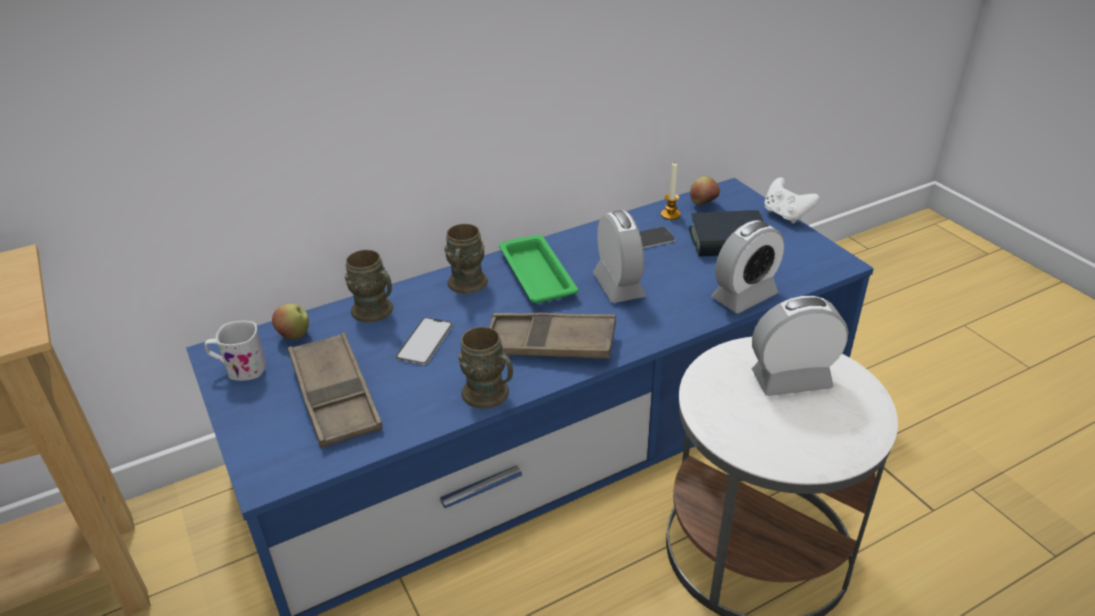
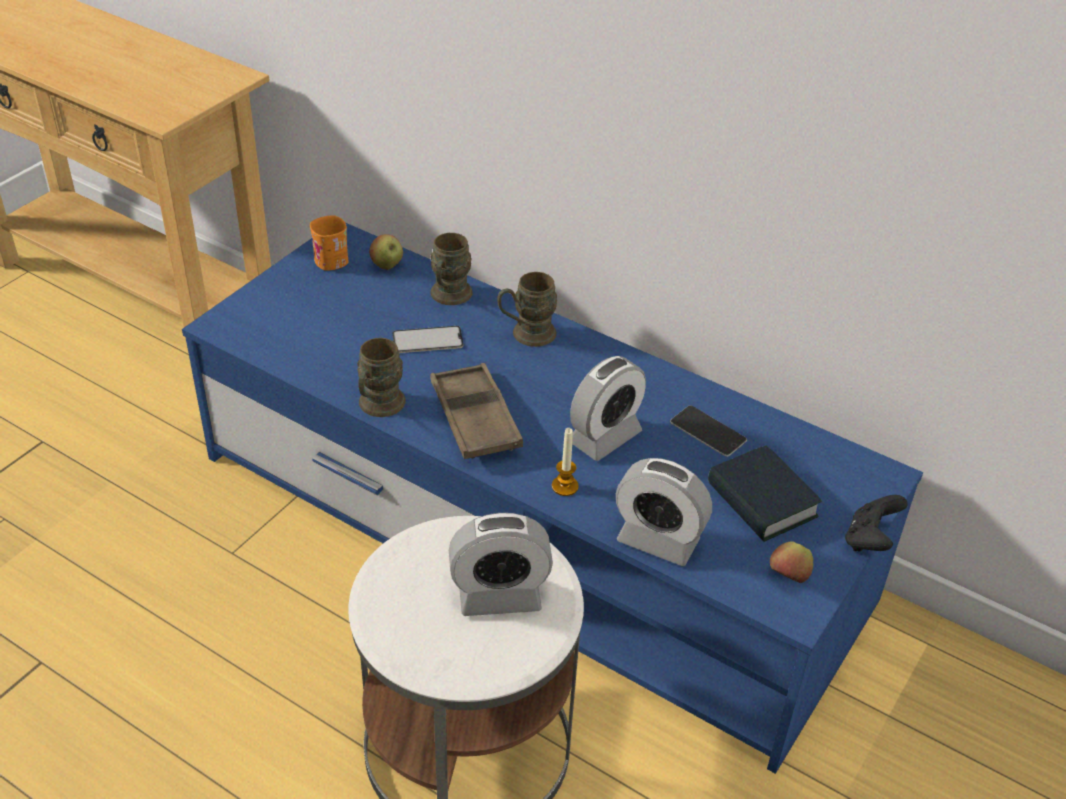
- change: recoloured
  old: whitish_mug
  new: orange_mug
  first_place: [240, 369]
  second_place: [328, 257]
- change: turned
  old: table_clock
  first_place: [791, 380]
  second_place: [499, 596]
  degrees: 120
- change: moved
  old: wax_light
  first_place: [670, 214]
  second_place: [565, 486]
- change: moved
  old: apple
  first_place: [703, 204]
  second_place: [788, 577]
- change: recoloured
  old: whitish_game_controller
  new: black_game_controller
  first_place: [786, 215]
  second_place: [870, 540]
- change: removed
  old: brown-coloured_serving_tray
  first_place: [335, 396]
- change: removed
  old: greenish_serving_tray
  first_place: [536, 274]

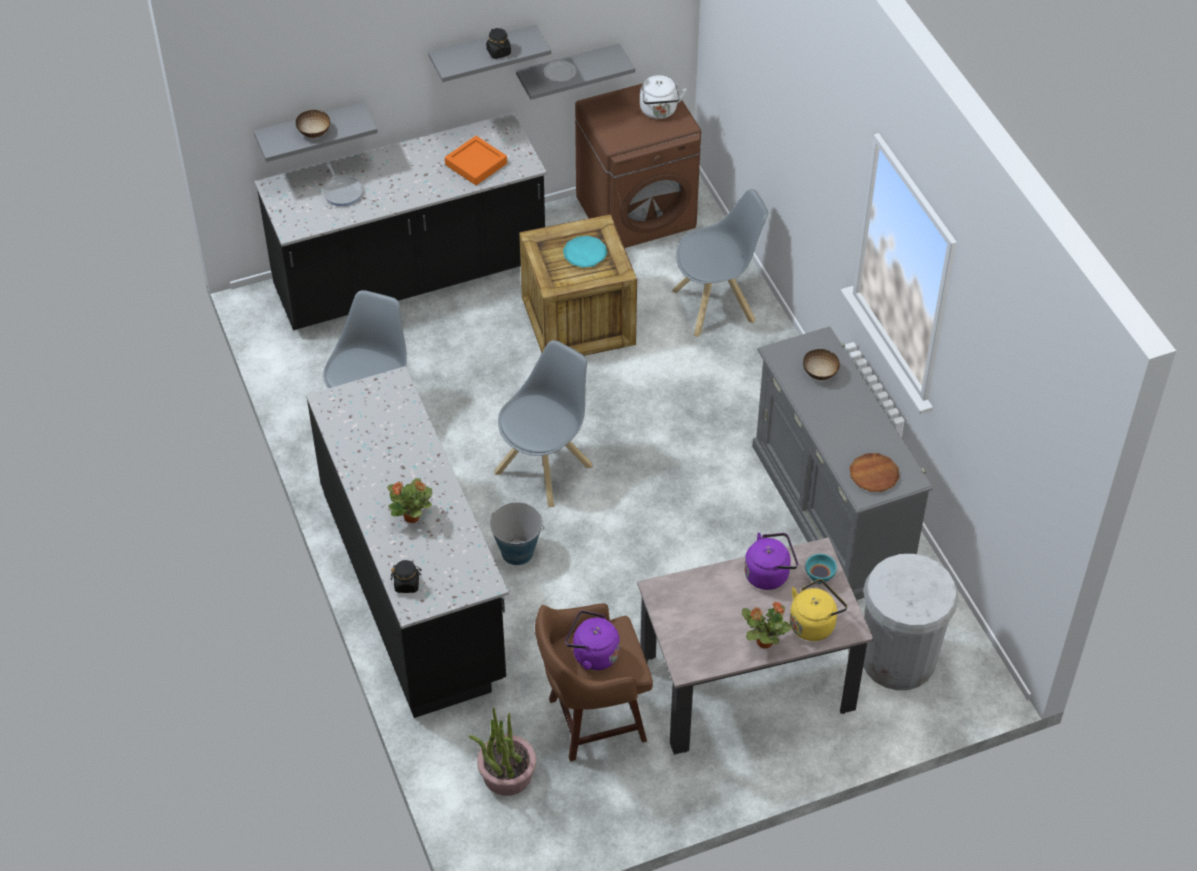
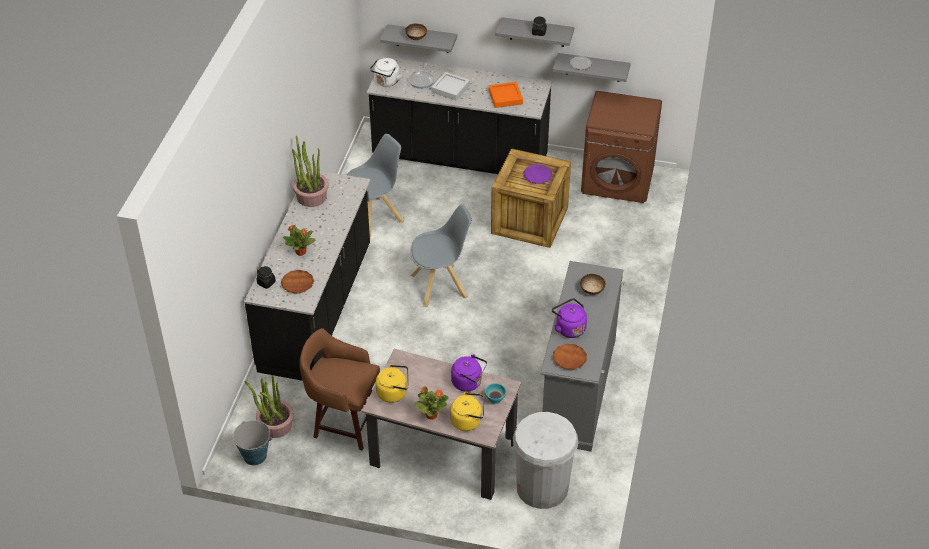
- change: moved
  old: bucket
  first_place: [517, 552]
  second_place: [255, 456]
- change: added
  new: brown-coloured_plate
  second_place: [297, 283]
- change: added
  new: houseplant
  second_place: [311, 196]
- change: moved
  old: whitish_tea_kettle
  first_place: [659, 111]
  second_place: [386, 82]
- change: added
  new: yellow_tea_kettle
  second_place: [394, 393]
- change: added
  new: gray_serving_tray
  second_place: [450, 88]
- change: recoloured
  old: turquoise-coloured_plate
  new: purple_plate
  first_place: [585, 254]
  second_place: [537, 176]
- change: moved
  old: purple_tea_kettle
  first_place: [592, 654]
  second_place: [569, 328]
- change: removed
  old: gray_plain_chair
  first_place: [716, 305]

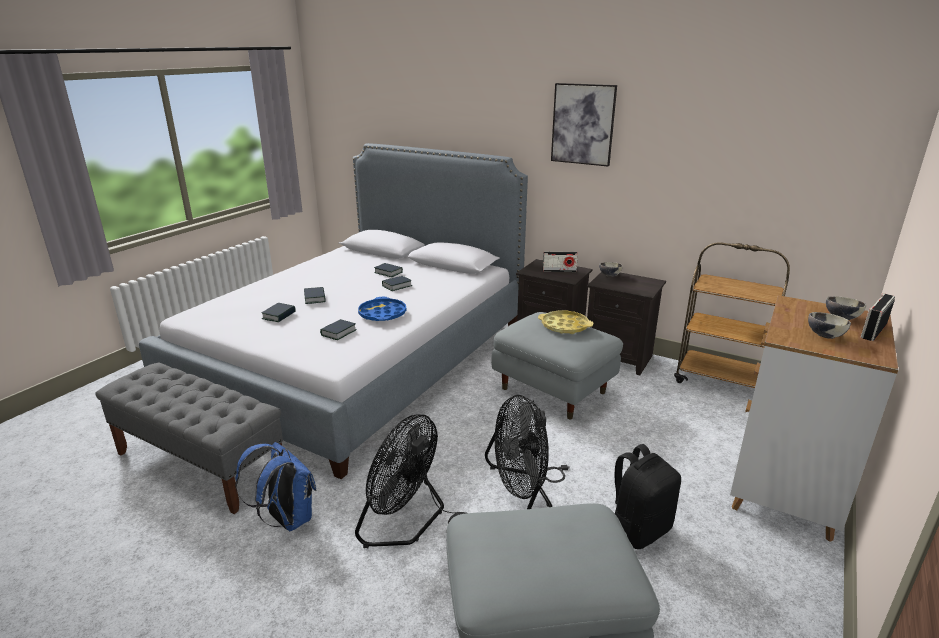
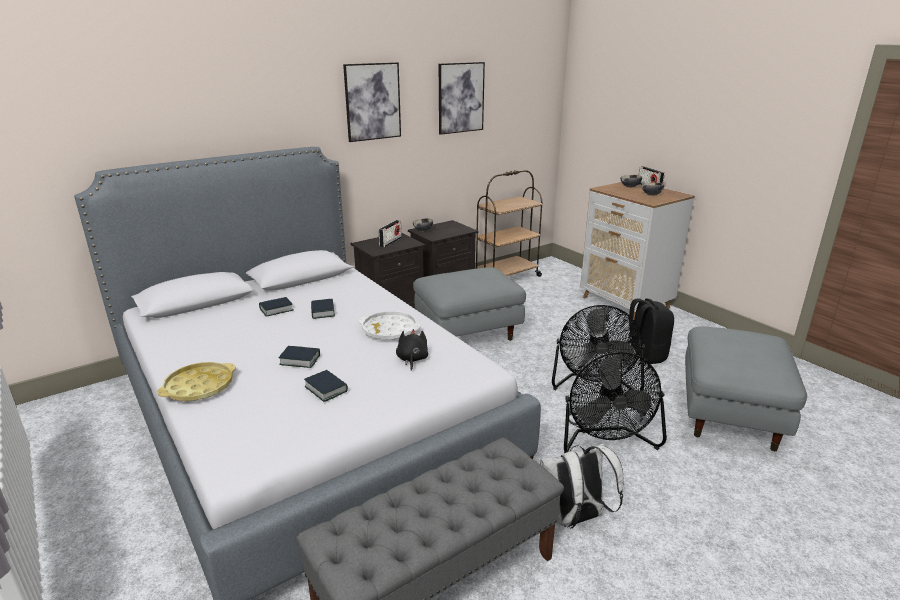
- change: moved
  old: yellow_serving_tray
  first_place: [564, 326]
  second_place: [199, 387]
- change: recoloured
  old: bluish_serving_tray
  new: whitish_serving_tray
  first_place: [382, 314]
  second_place: [389, 330]
- change: replaced
  old: bound_book
  new: black_soft_toy
  first_place: [338, 333]
  second_place: [412, 359]
- change: added
  new: wall_picture
  second_place: [460, 98]
- change: recoloured
  old: bluish_rucksack
  new: whitish_rucksack
  first_place: [286, 519]
  second_place: [575, 518]
- change: turned
  old: black_cooling_fan
  first_place: [417, 518]
  second_place: [601, 439]
  degrees: -60

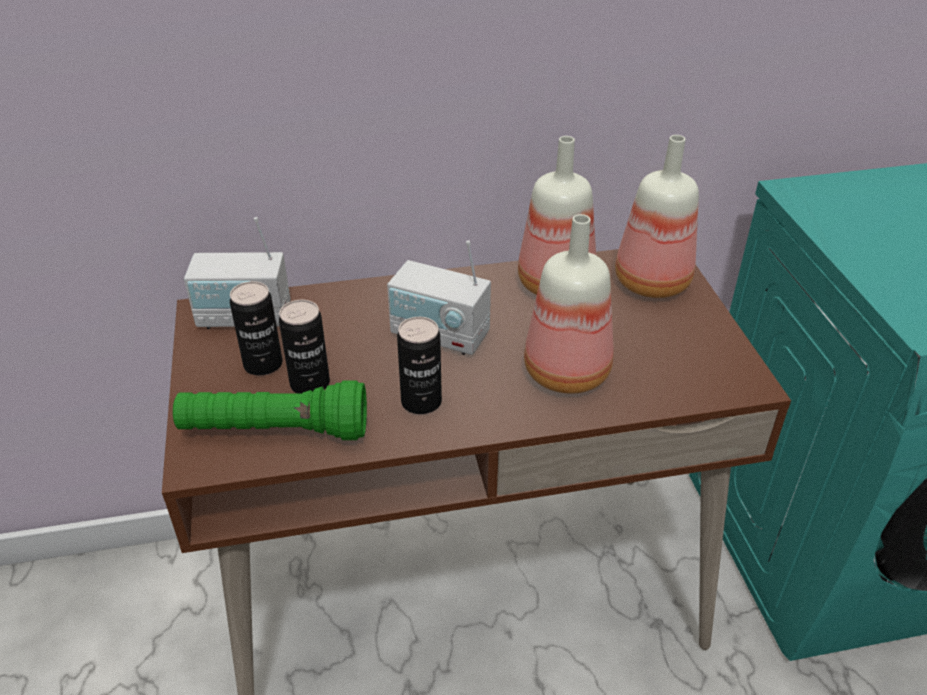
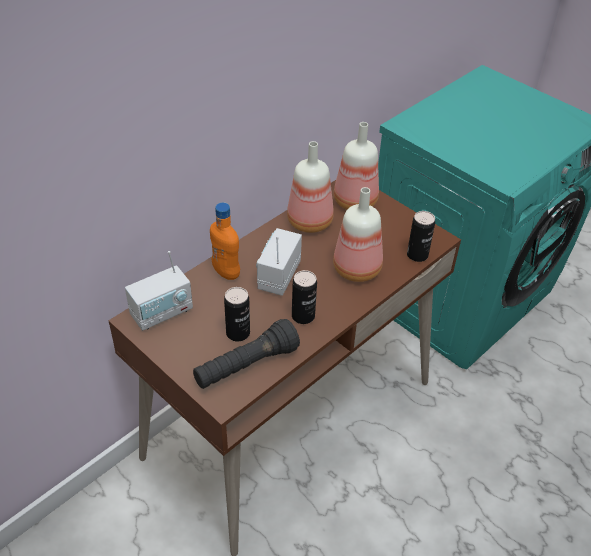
- change: recoloured
  old: greenish_hand_torch
  new: black_hand_torch
  first_place: [275, 431]
  second_place: [246, 366]
- change: added
  new: orange_drink_bottle
  second_place: [226, 272]
- change: turned
  old: radio
  first_place: [440, 335]
  second_place: [278, 276]
  degrees: 120
- change: moved
  old: can
  first_place: [263, 364]
  second_place: [417, 255]

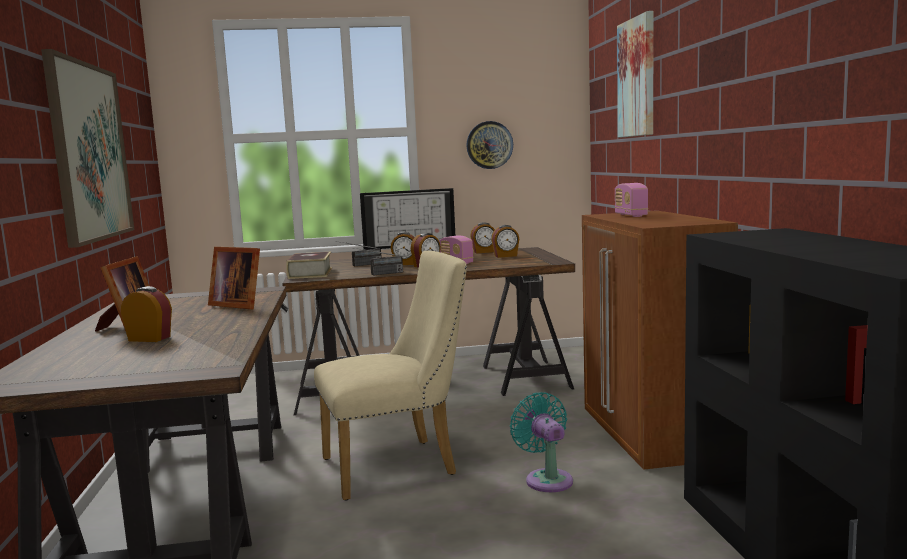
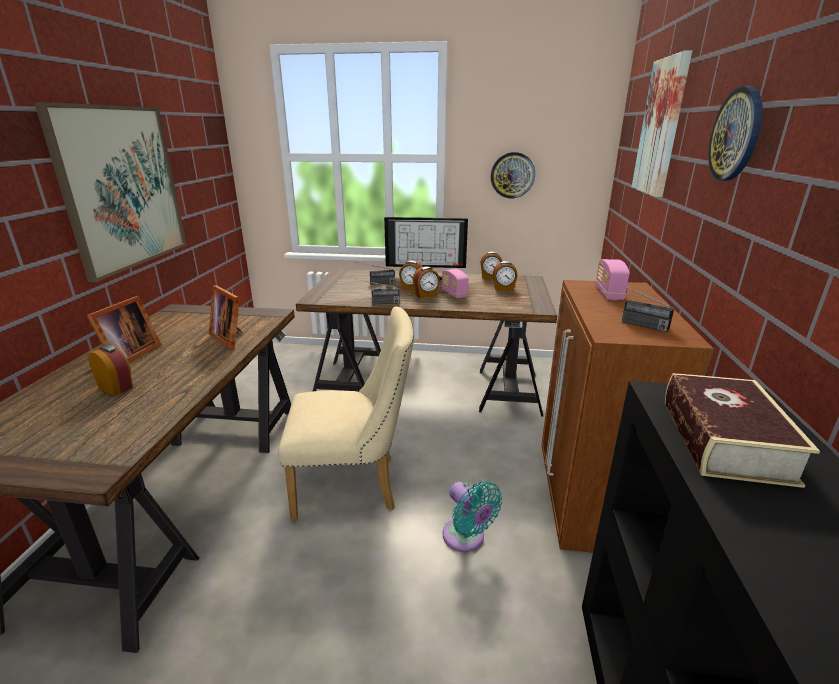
- change: turned
  old: turquoise-coloured_cooling_fan
  first_place: [546, 479]
  second_place: [466, 538]
  degrees: 150
- change: added
  new: radio
  second_place: [632, 323]
- change: moved
  old: bound_book
  first_place: [310, 273]
  second_place: [724, 440]
- change: added
  new: hanging_clock
  second_place: [736, 134]

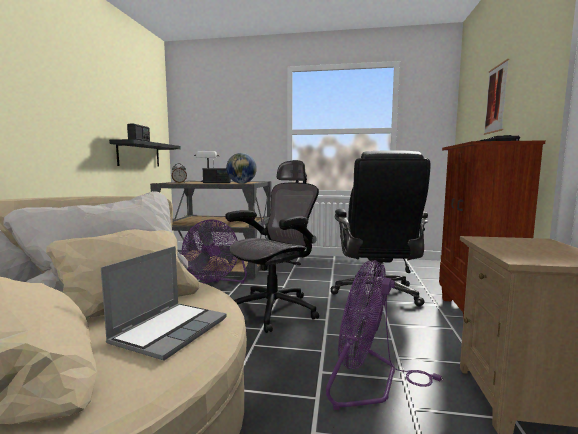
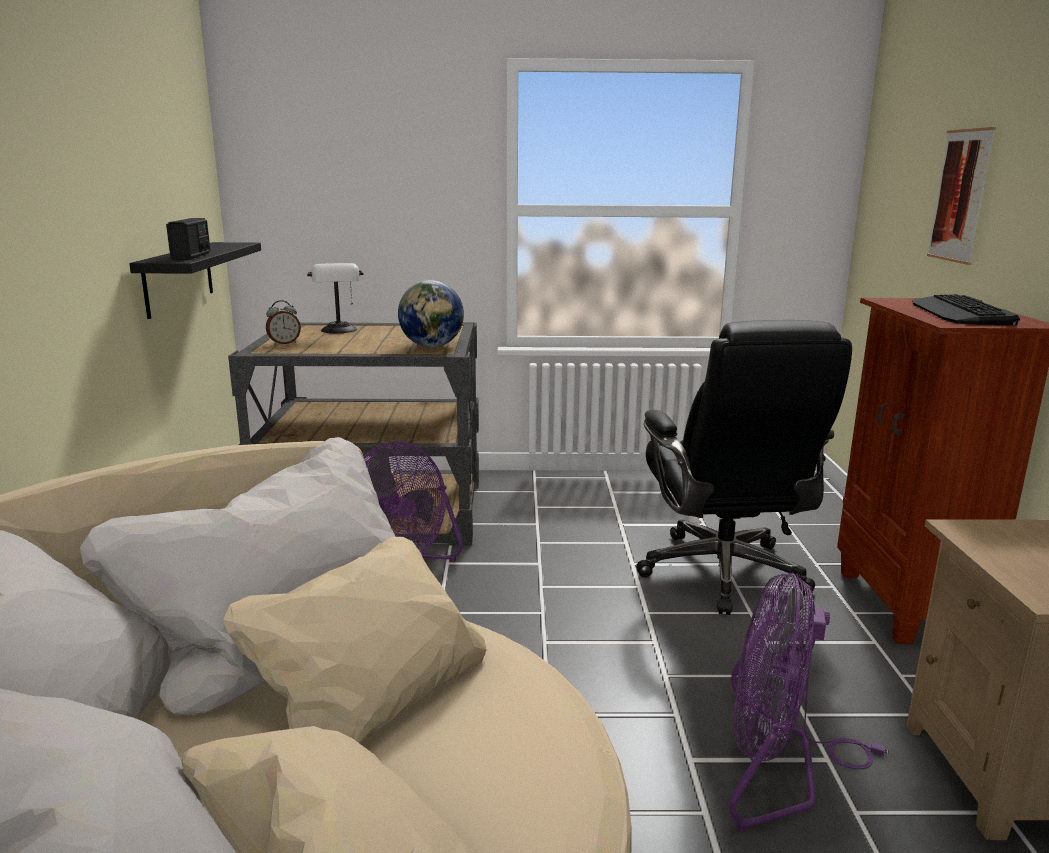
- change: removed
  old: notebook_computer
  first_place: [170, 330]
- change: removed
  old: radio
  first_place: [217, 182]
- change: removed
  old: desk_chair
  first_place: [273, 310]

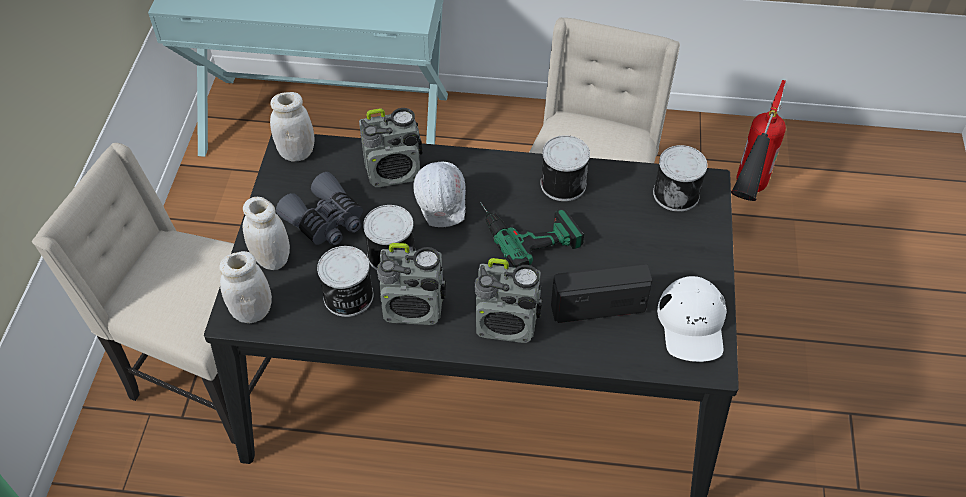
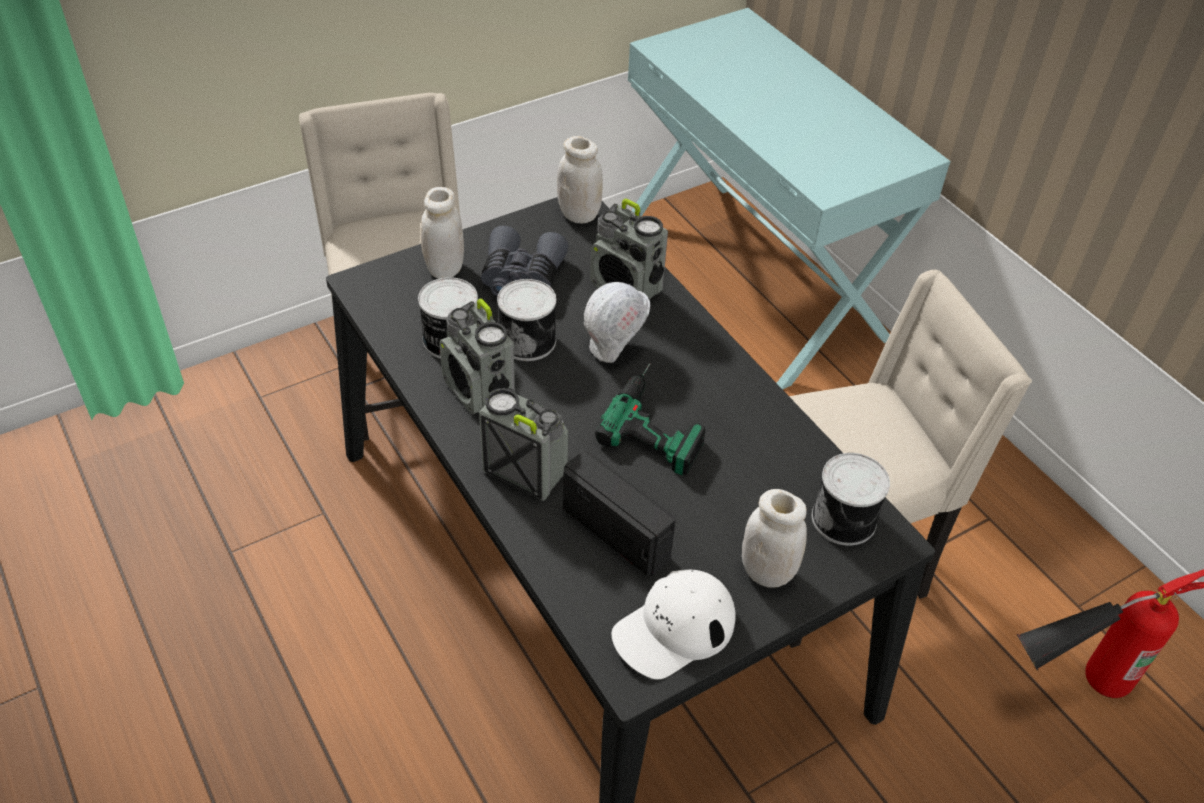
- change: turned
  old: radio
  first_place: [507, 325]
  second_place: [524, 471]
  degrees: 150
- change: moved
  old: whitish_preserve_jar
  first_place: [252, 311]
  second_place: [767, 571]
- change: removed
  old: can
  first_place: [562, 183]

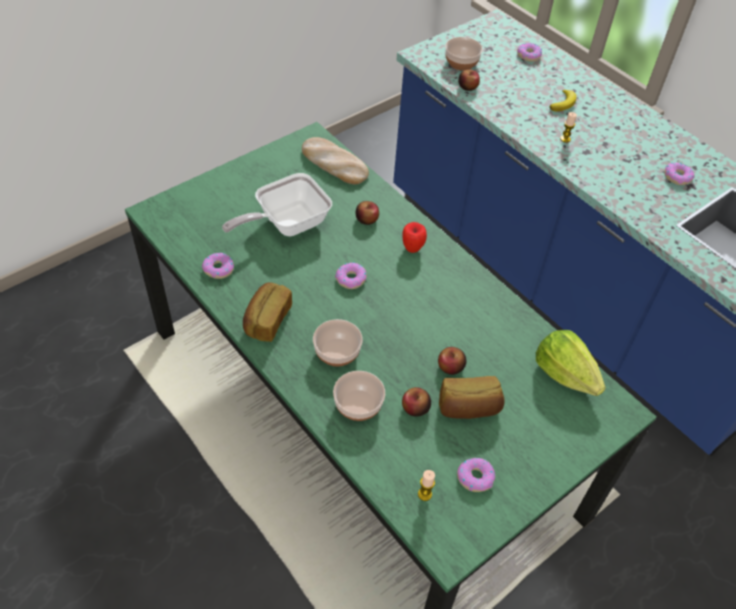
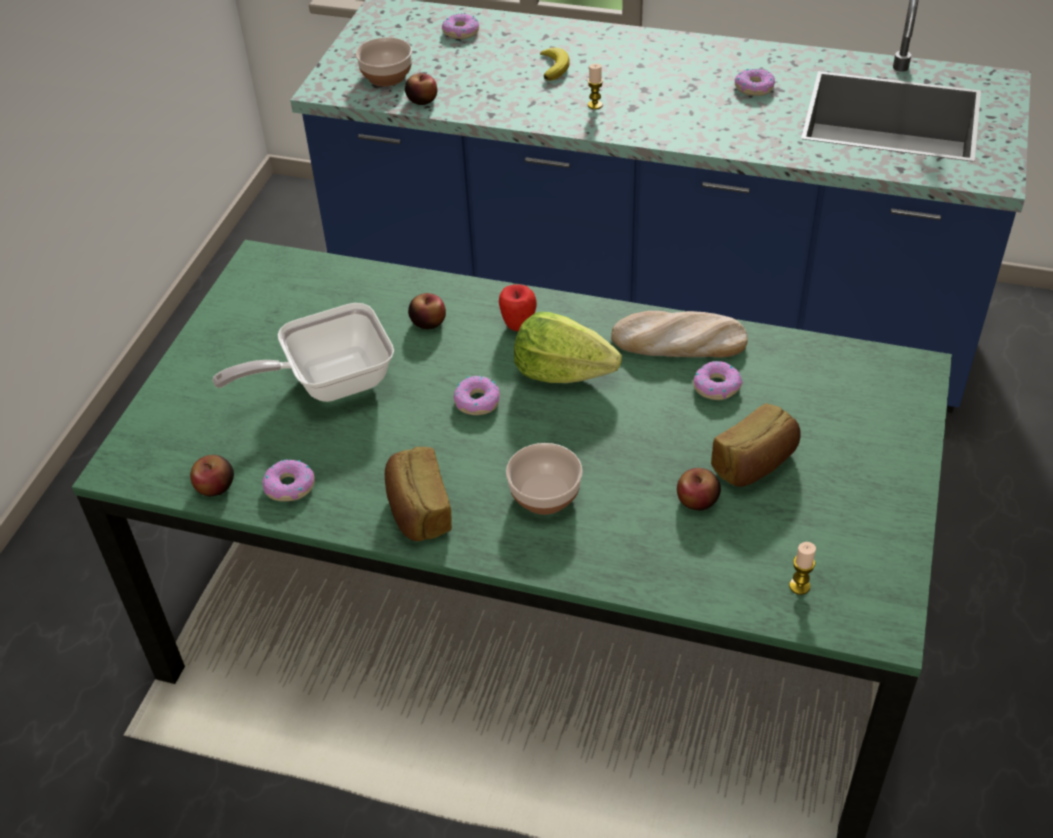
- change: moved
  old: apple
  first_place: [450, 367]
  second_place: [215, 486]
- change: turned
  old: pan
  first_place: [286, 224]
  second_place: [328, 383]
  degrees: 45
- change: moved
  old: lettuce
  first_place: [564, 374]
  second_place: [562, 372]
- change: moved
  old: baked_bread
  first_place: [333, 164]
  second_place: [678, 342]
- change: moved
  old: doughnut
  first_place: [475, 477]
  second_place: [716, 386]
- change: removed
  old: serving_bowl
  first_place: [358, 405]

